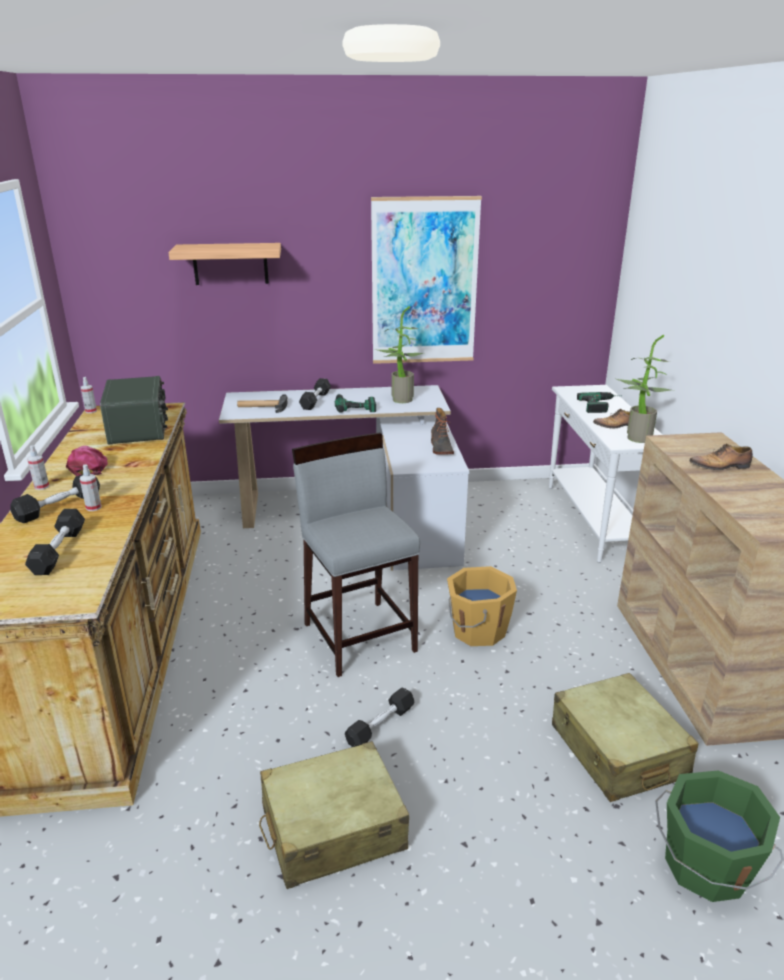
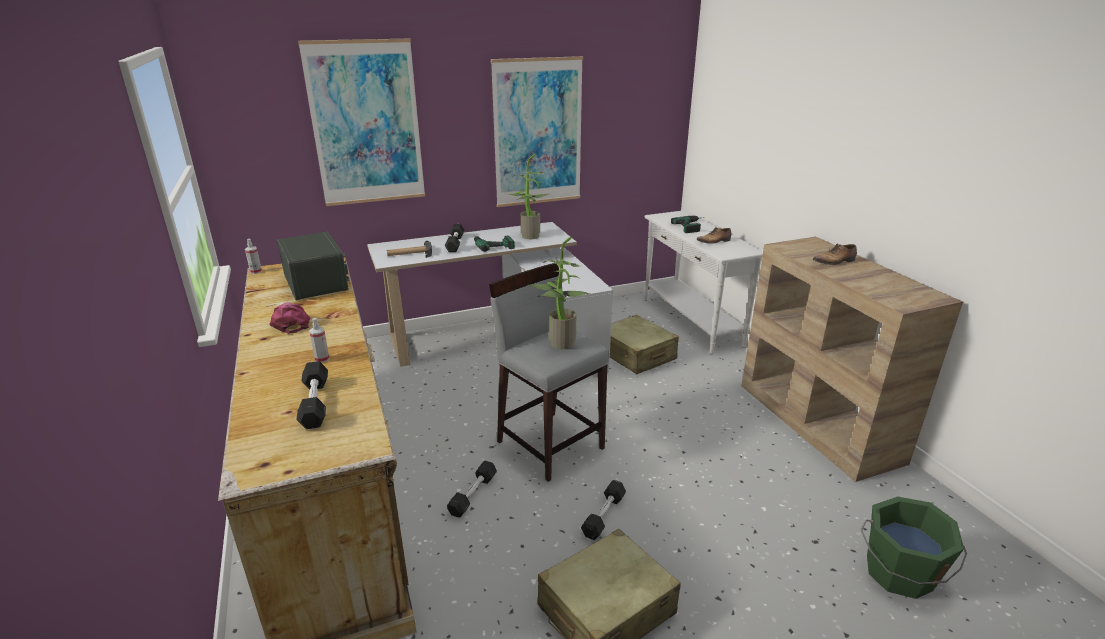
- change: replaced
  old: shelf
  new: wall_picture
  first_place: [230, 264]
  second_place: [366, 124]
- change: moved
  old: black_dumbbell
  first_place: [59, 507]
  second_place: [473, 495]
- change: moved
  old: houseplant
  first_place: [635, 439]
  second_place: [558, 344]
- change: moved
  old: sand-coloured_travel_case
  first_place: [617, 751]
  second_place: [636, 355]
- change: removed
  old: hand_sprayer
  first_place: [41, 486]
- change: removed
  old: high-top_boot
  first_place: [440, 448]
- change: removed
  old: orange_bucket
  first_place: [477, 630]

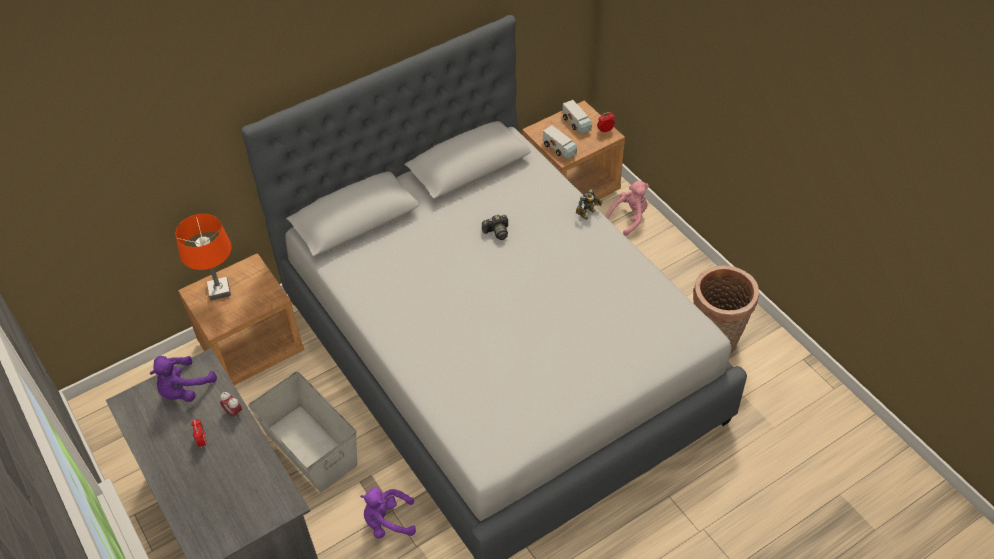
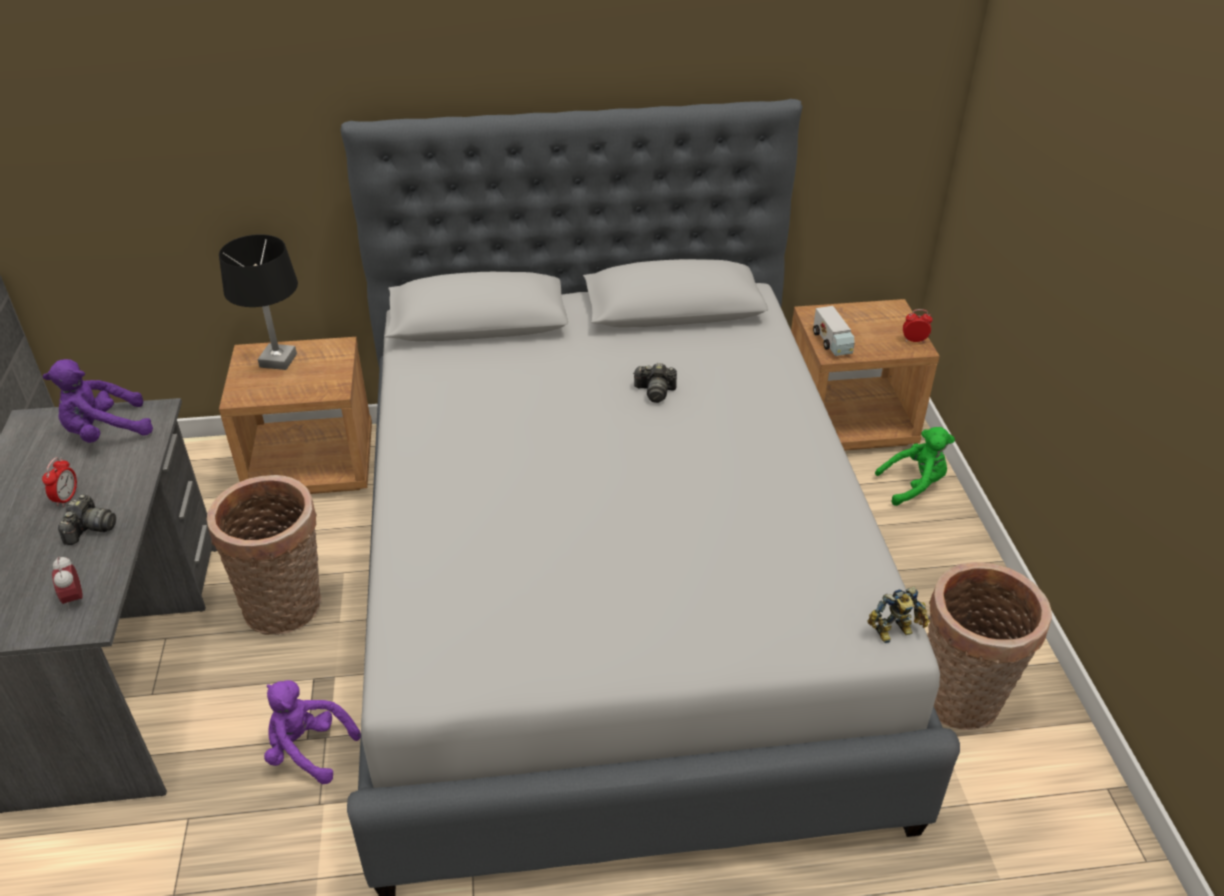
- change: moved
  old: table_clock
  first_place: [233, 412]
  second_place: [74, 599]
- change: added
  new: still_camera
  second_place: [90, 529]
- change: replaced
  old: gray_storage_container
  new: household_basket
  first_place: [310, 446]
  second_place: [288, 607]
- change: recoloured
  old: orange_tabletop_lamp
  new: black_tabletop_lamp
  first_place: [219, 290]
  second_place: [278, 360]
- change: moved
  old: toy_robot
  first_place: [588, 213]
  second_place: [895, 633]
- change: recoloured
  old: pink-coloured_soft_toy
  new: greenish_soft_toy
  first_place: [629, 218]
  second_place: [914, 485]
- change: removed
  old: toy_truck
  first_place: [576, 124]

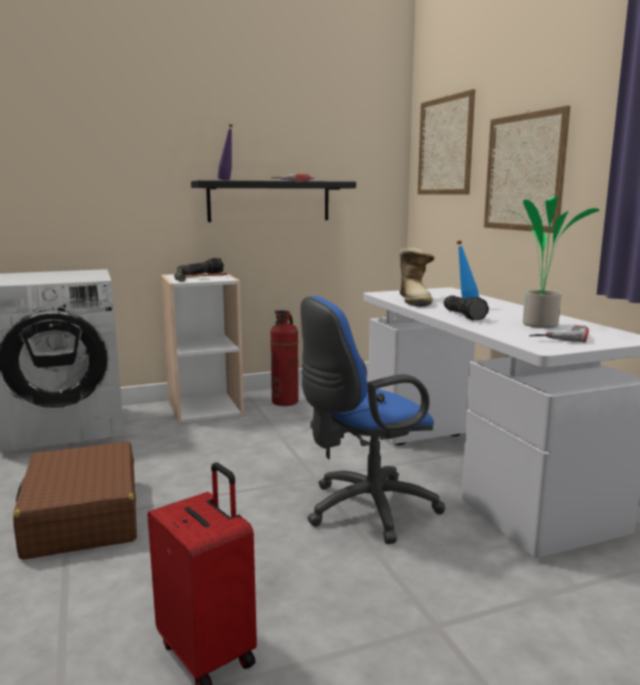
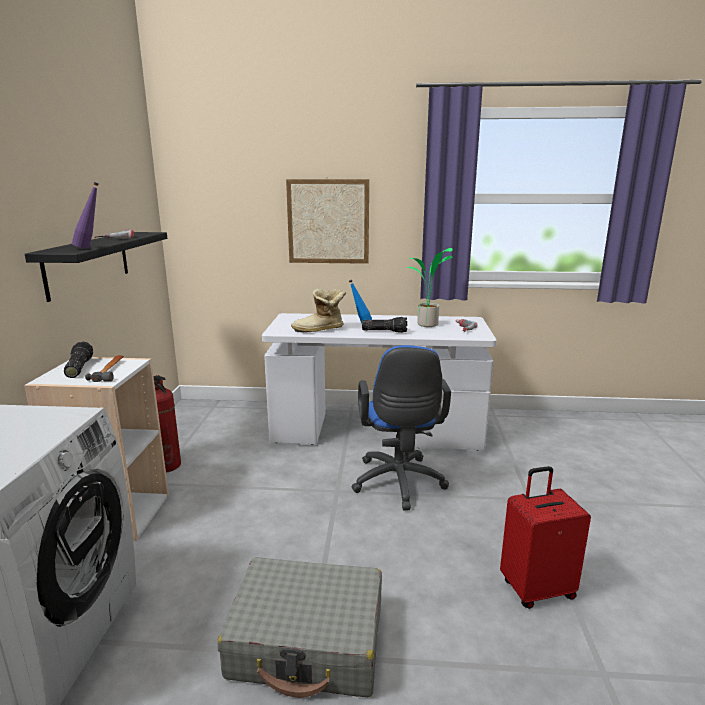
- change: recoloured
  old: brown-coloured_travel_case
  new: gray_travel_case
  first_place: [82, 517]
  second_place: [308, 641]
- change: turned
  old: high-top_boot
  first_place: [416, 300]
  second_place: [320, 330]
  degrees: 150
- change: removed
  old: wall_picture
  first_place: [445, 145]

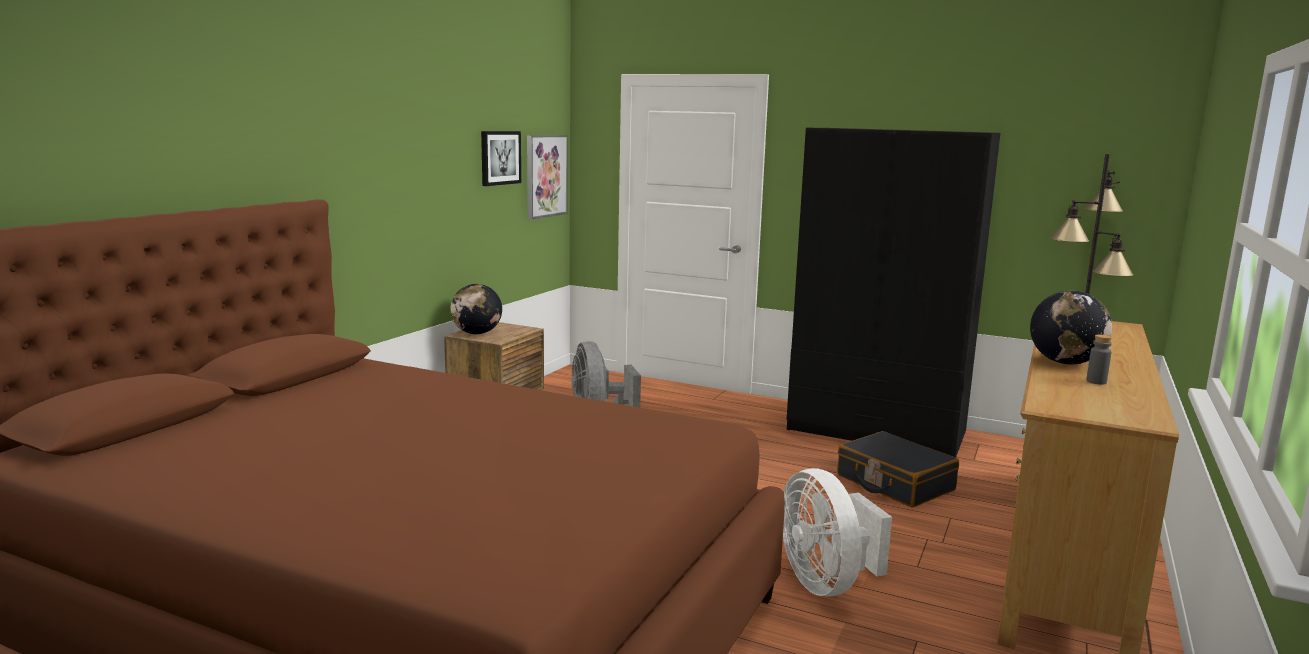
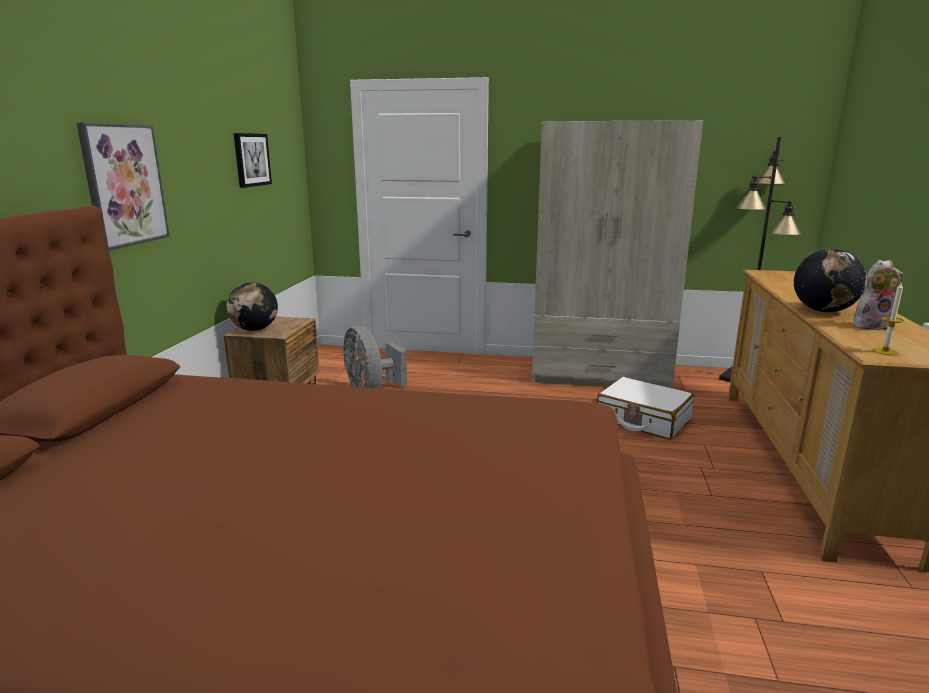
- change: moved
  old: wall_picture
  first_place: [545, 176]
  second_place: [124, 185]
- change: recoloured
  old: black_wardrobe
  new: sand-coloured_wardrobe
  first_place: [877, 431]
  second_place: [600, 374]
- change: recoloured
  old: black_travel_case
  new: whitish_travel_case
  first_place: [894, 483]
  second_place: [643, 419]
- change: replaced
  old: gray_drink_bottle
  new: soft_toy
  first_place: [1096, 382]
  second_place: [870, 326]
- change: added
  new: wax_light
  second_place: [885, 351]
- change: removed
  old: whitish_cooling_fan
  first_place: [826, 583]

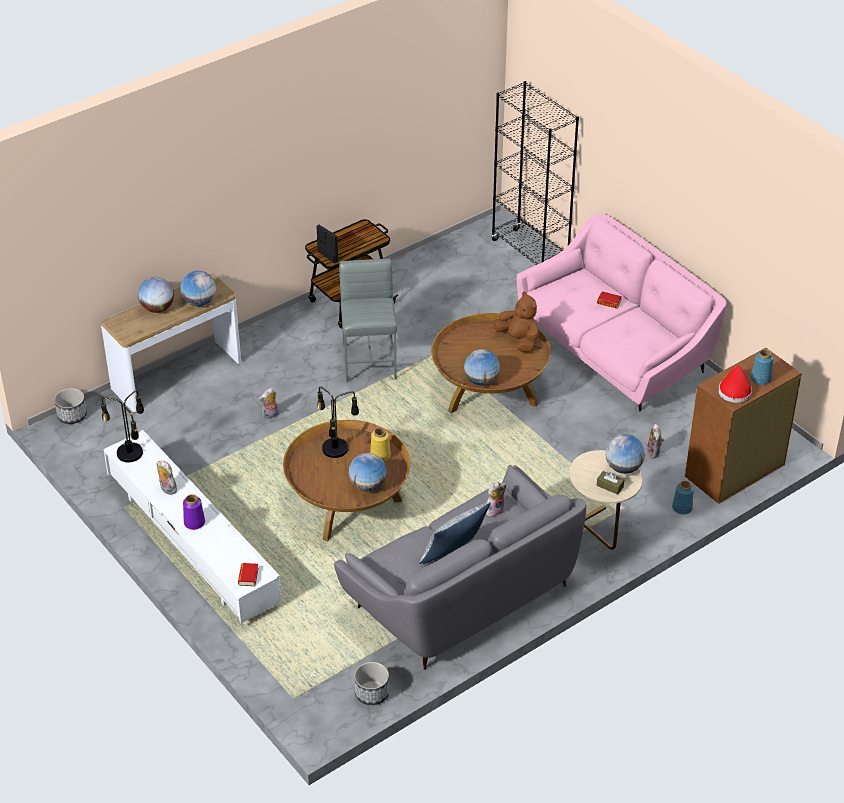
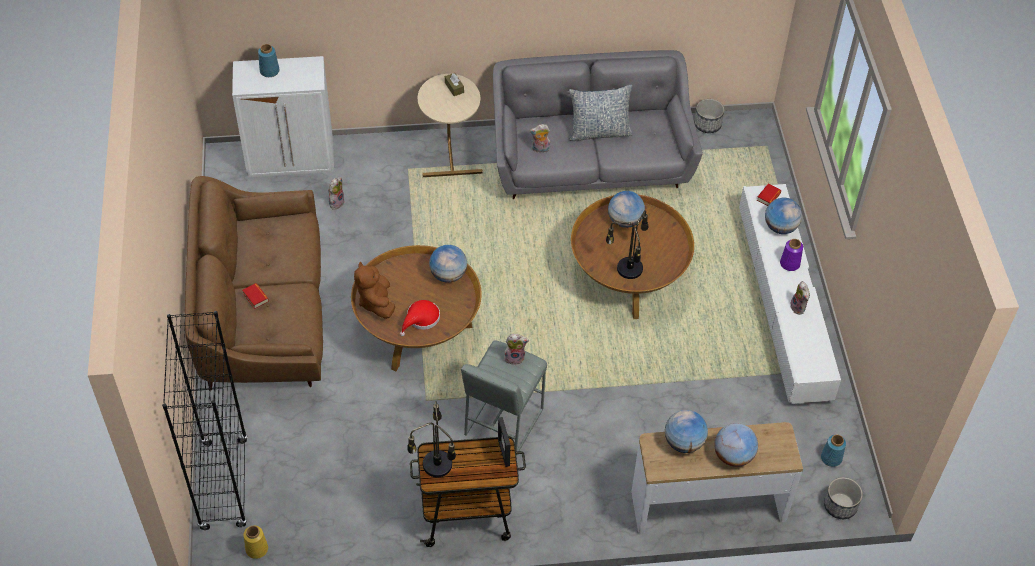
- change: recoloured
  old: pink-coloured_couch
  new: brown-coloured_couch
  first_place: [616, 350]
  second_place: [263, 316]
- change: recoloured
  old: brown-coloured_storage_cabinet
  new: whitish_storage_cabinet
  first_place: [734, 470]
  second_place: [291, 157]
- change: moved
  old: yellow_decorative_vase
  first_place: [380, 455]
  second_place: [256, 549]
- change: moved
  old: red-coloured_clothing_hat
  first_place: [734, 390]
  second_place: [421, 319]
- change: moved
  old: tabletop_lamp
  first_place: [130, 453]
  second_place: [436, 464]
- change: moved
  old: soft_toy
  first_place: [270, 415]
  second_place: [515, 357]
- change: moved
  old: globe
  first_place: [623, 468]
  second_place: [780, 227]
- change: moved
  old: bluish_decorative_vase
  first_place: [682, 508]
  second_place: [831, 458]

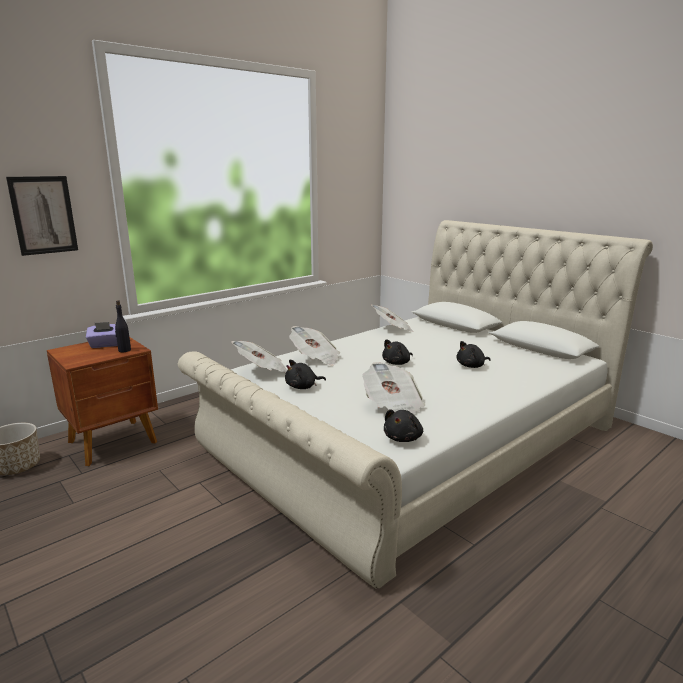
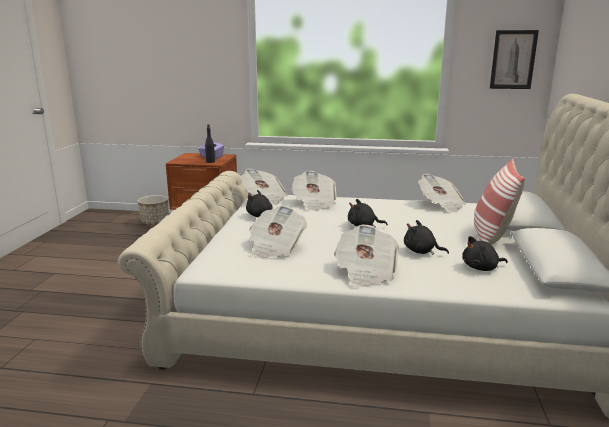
- change: added
  new: daily_paper
  second_place: [365, 272]
- change: moved
  old: black_soft_toy
  first_place: [403, 438]
  second_place: [481, 268]
- change: added
  new: cushion
  second_place: [491, 236]
- change: moved
  old: wall_picture
  first_place: [43, 215]
  second_place: [513, 59]

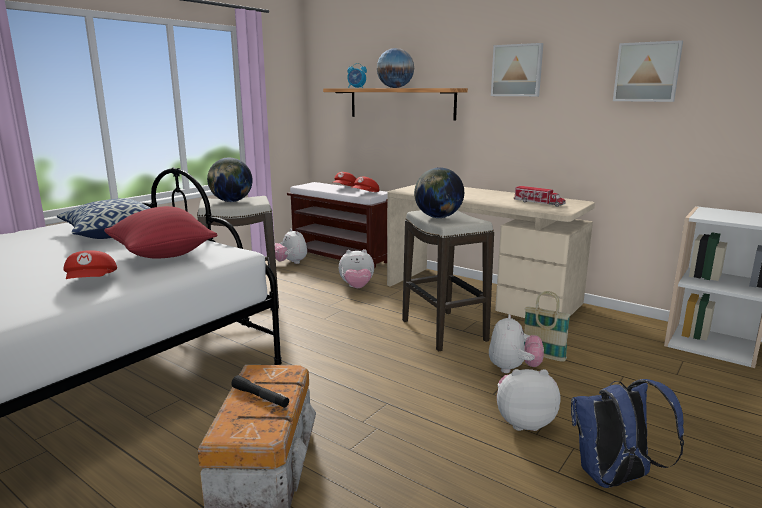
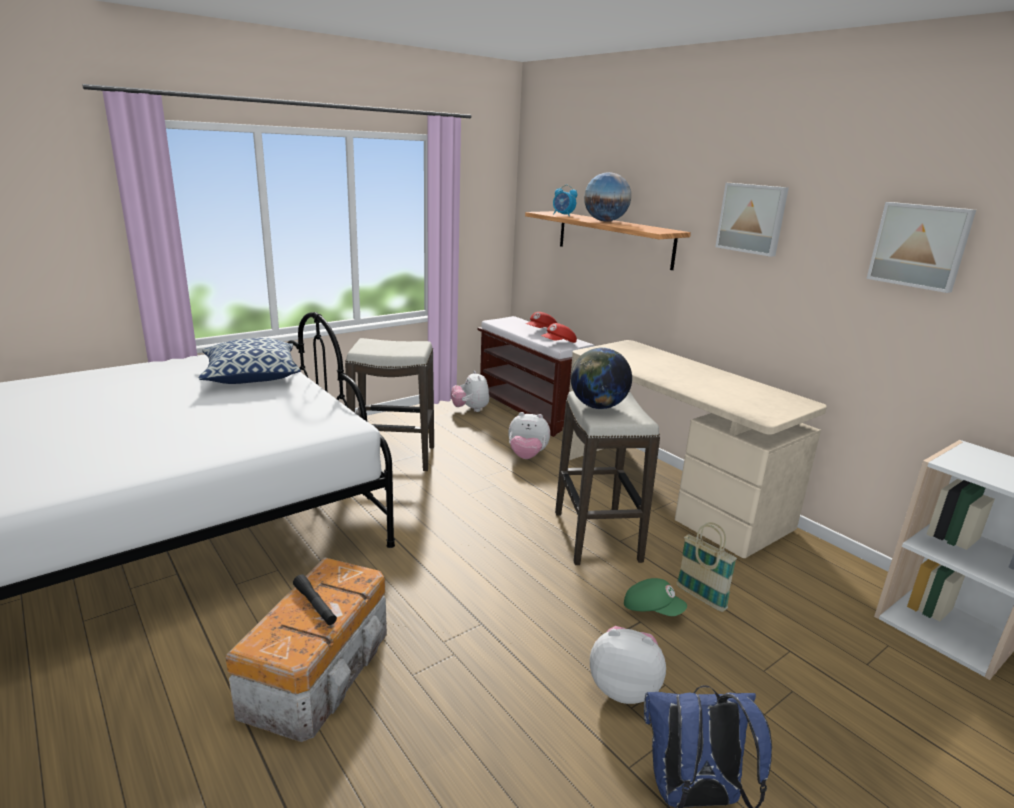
- change: replaced
  old: soft_toy
  new: greenish_baseball_cap
  first_place: [513, 369]
  second_place: [652, 609]
- change: removed
  old: red-coloured_baseball_cap
  first_place: [92, 282]
- change: removed
  old: red-coloured_cushion
  first_place: [163, 256]
- change: removed
  old: globe
  first_place: [231, 201]
- change: removed
  old: toy_truck
  first_place: [538, 203]

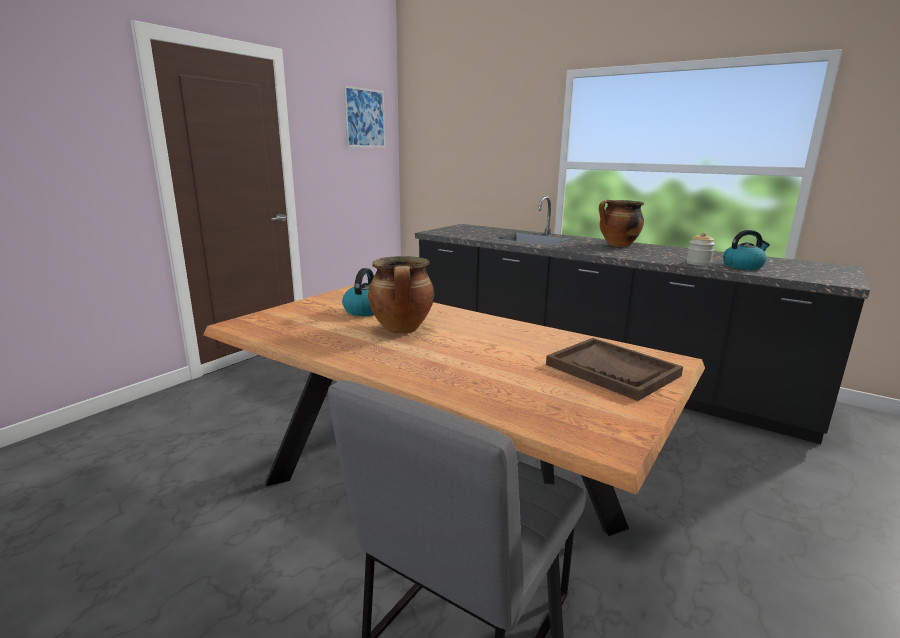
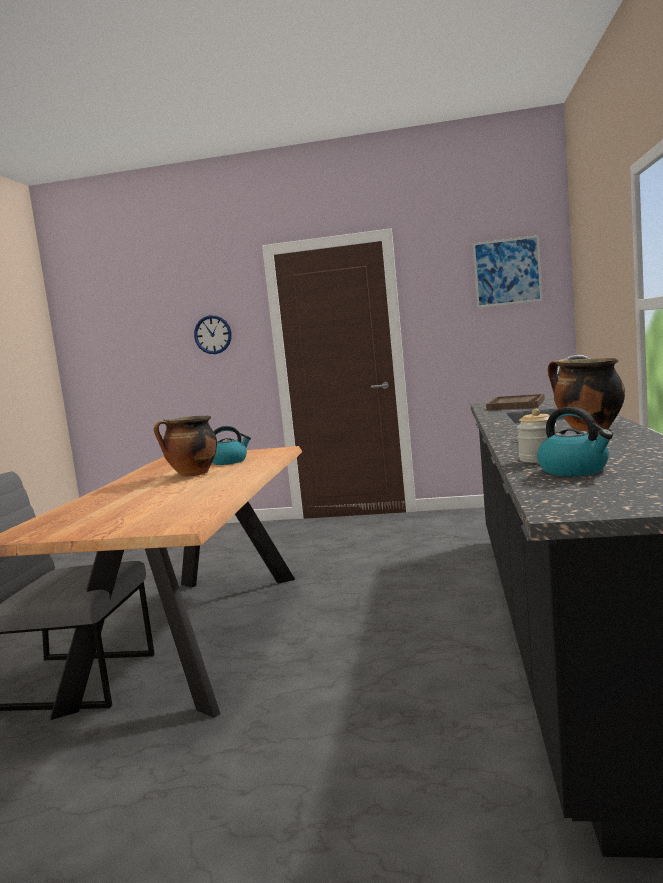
- change: added
  new: hanging_clock
  second_place: [213, 334]
- change: moved
  old: brown-coloured_serving_tray
  first_place: [612, 370]
  second_place: [516, 405]

